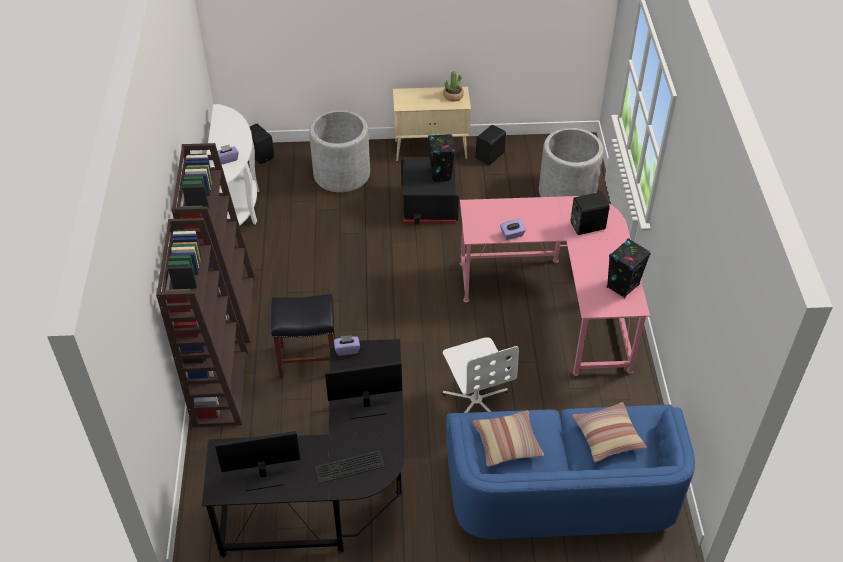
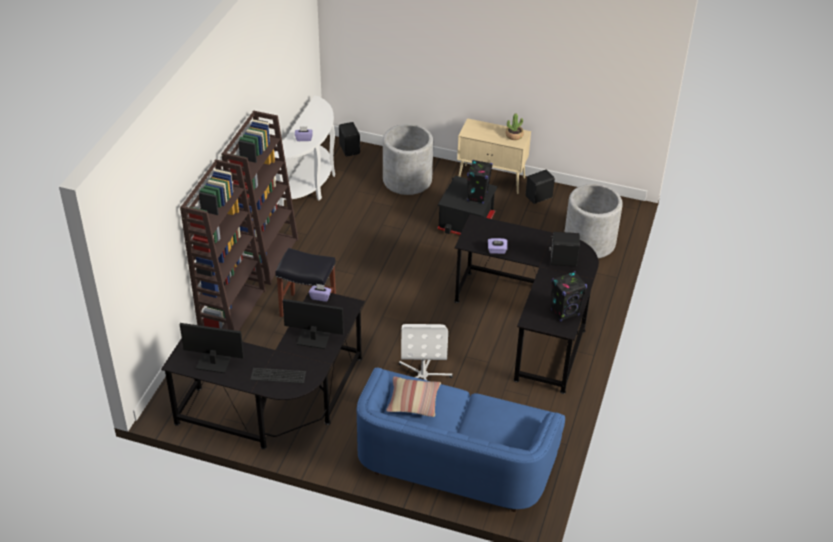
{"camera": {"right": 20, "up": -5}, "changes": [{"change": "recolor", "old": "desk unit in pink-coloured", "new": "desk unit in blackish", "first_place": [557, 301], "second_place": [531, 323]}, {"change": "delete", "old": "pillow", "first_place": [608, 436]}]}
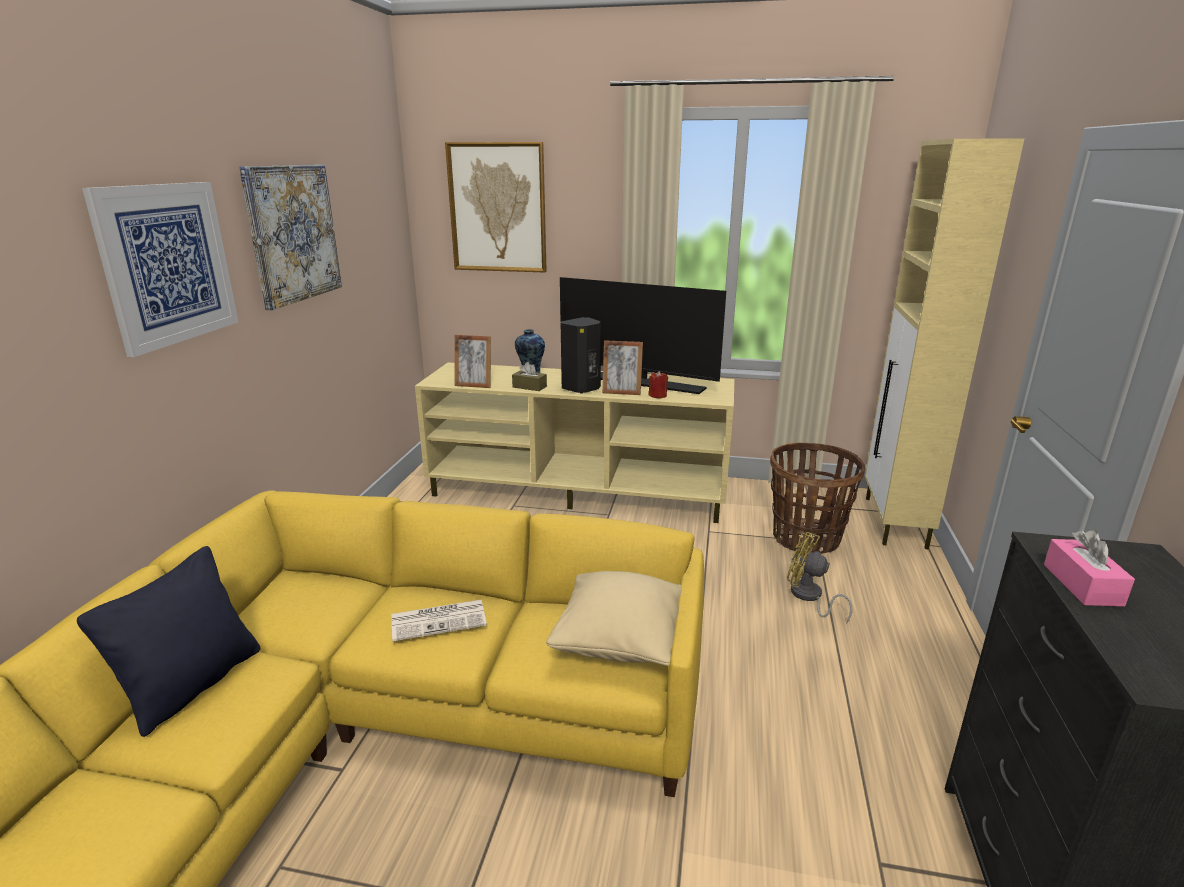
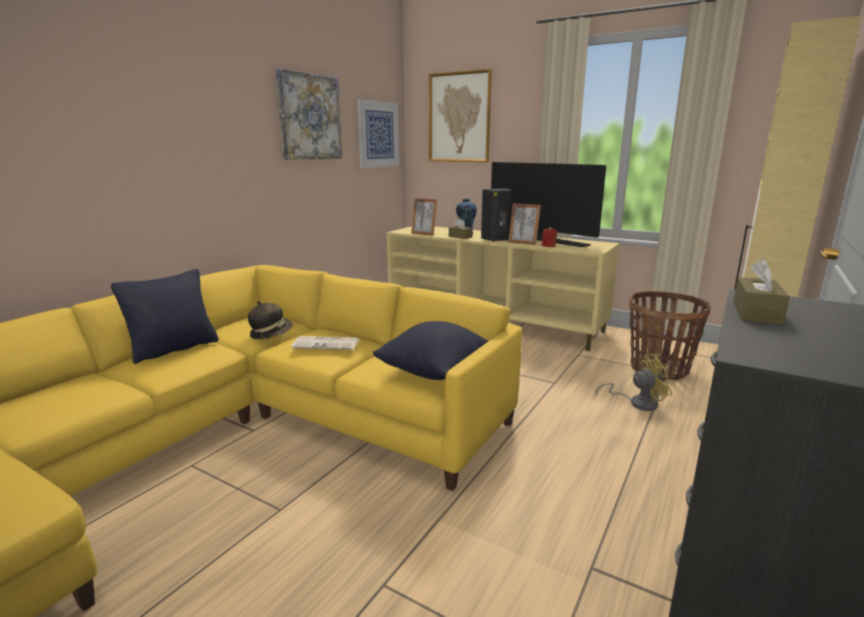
{"camera": {"right": 20, "up": -5}, "changes": [{"change": "move", "old": "wall picture", "first_place": [167, 264], "second_place": [378, 134]}, {"change": "recolor", "old": "box of tissues in pink-coloured", "new": "box of tissues in brown", "first_place": [1082, 584], "second_place": [756, 313]}, {"change": "rotate", "old": "fan in yellowish", "first_place": [809, 597], "second_place": [637, 403], "degrees": 120}, {"change": "recolor", "old": "pillow in sand-coloured", "new": "pillow in blackish", "first_place": [619, 642], "second_place": [434, 372]}, {"change": "insert", "new": "clothing hat", "second_place": [271, 334]}]}
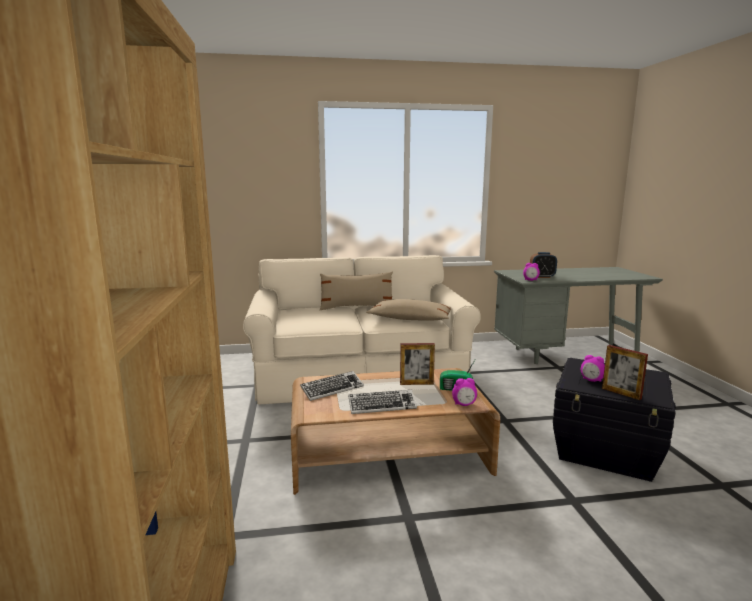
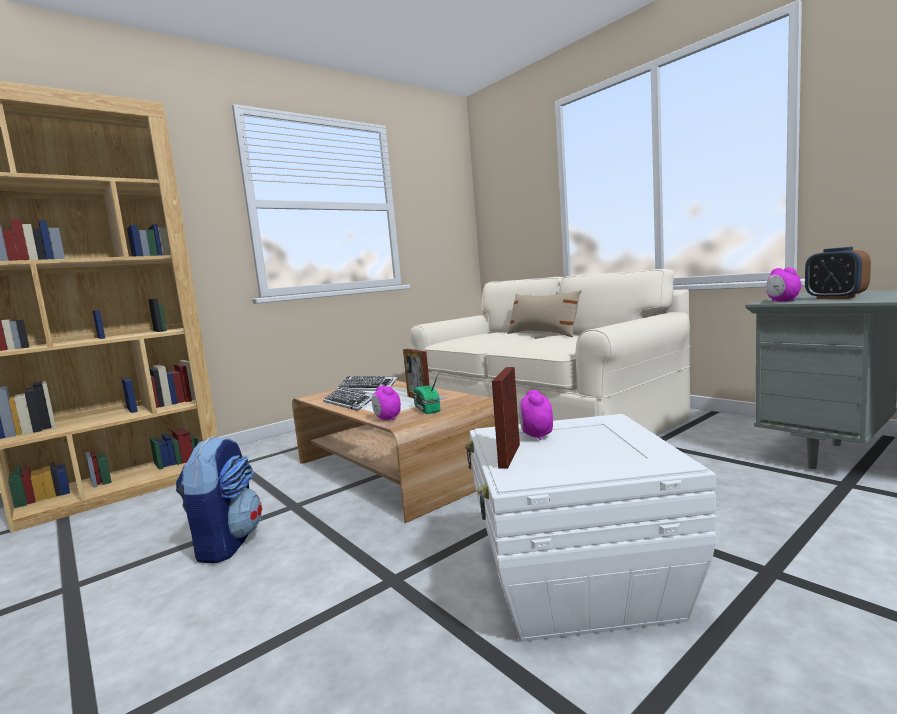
{"camera": {"right": 60, "up": -5}, "changes": [{"change": "delete", "old": "pillow in sand-coloured", "first_place": [410, 319]}, {"change": "recolor", "old": "storage container in blackish", "new": "storage container in white-coloured", "first_place": [607, 450], "second_place": [577, 582]}, {"change": "insert", "new": "rucksack", "second_place": [226, 543]}]}
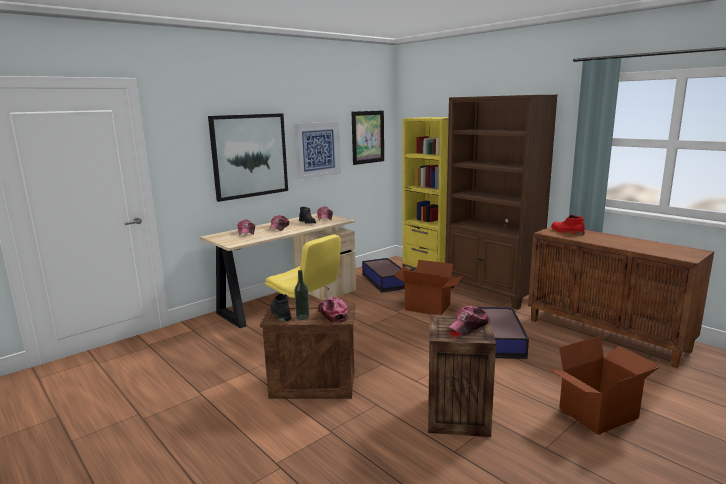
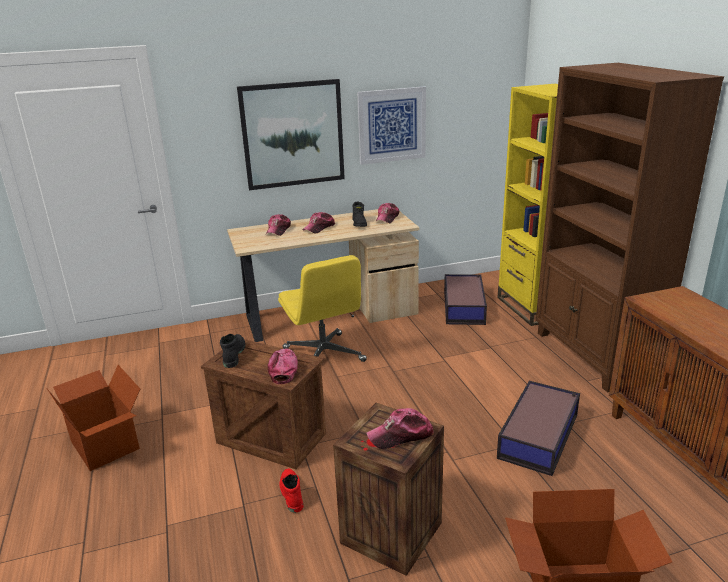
{"camera": {"right": 25, "up": 10}, "changes": [{"change": "delete", "old": "wall picture", "first_place": [368, 137]}, {"change": "move", "old": "high-top boot in reddish", "first_place": [566, 231], "second_place": [291, 493]}, {"change": "move", "old": "packing box", "first_place": [428, 307], "second_place": [106, 444]}, {"change": "delete", "old": "bottle", "first_place": [302, 317]}]}
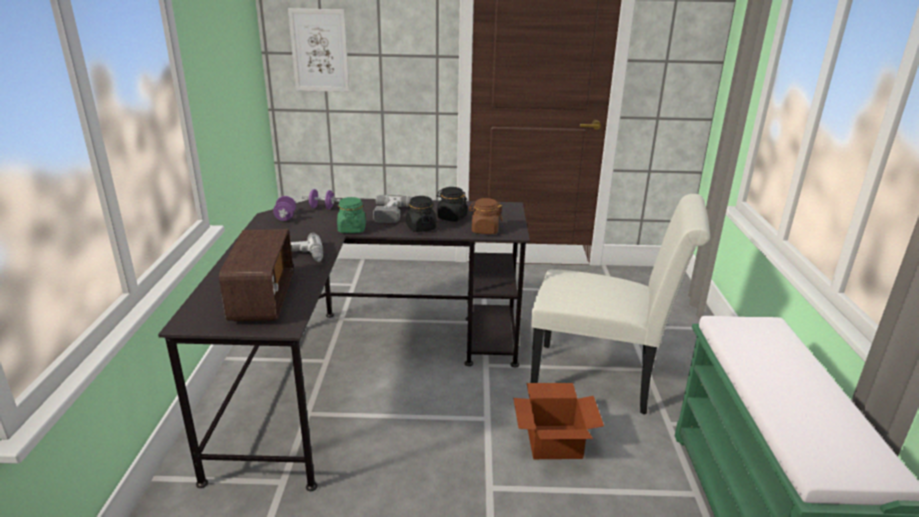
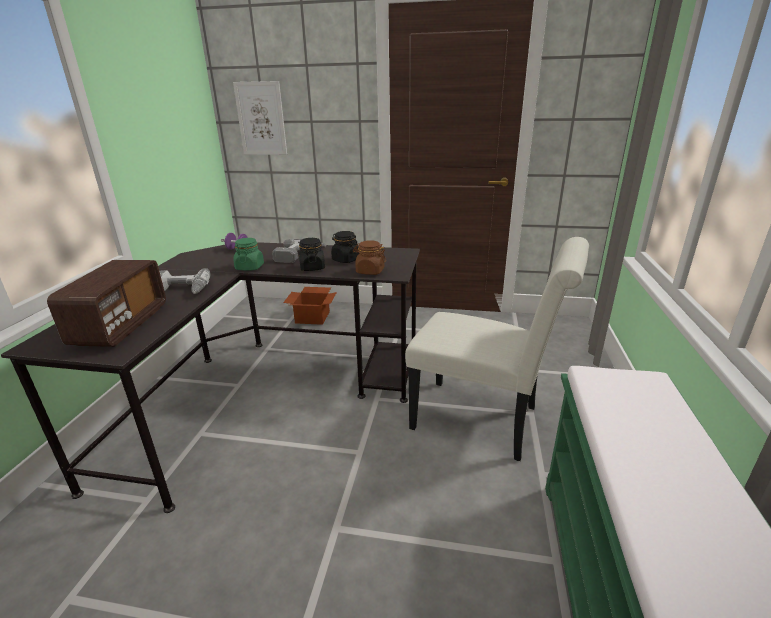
{"camera": {"right": 10, "up": 0}, "changes": [{"change": "delete", "old": "free weight in purple-coloured", "first_place": [285, 217]}, {"change": "move", "old": "packing box", "first_place": [554, 440], "second_place": [313, 317]}]}
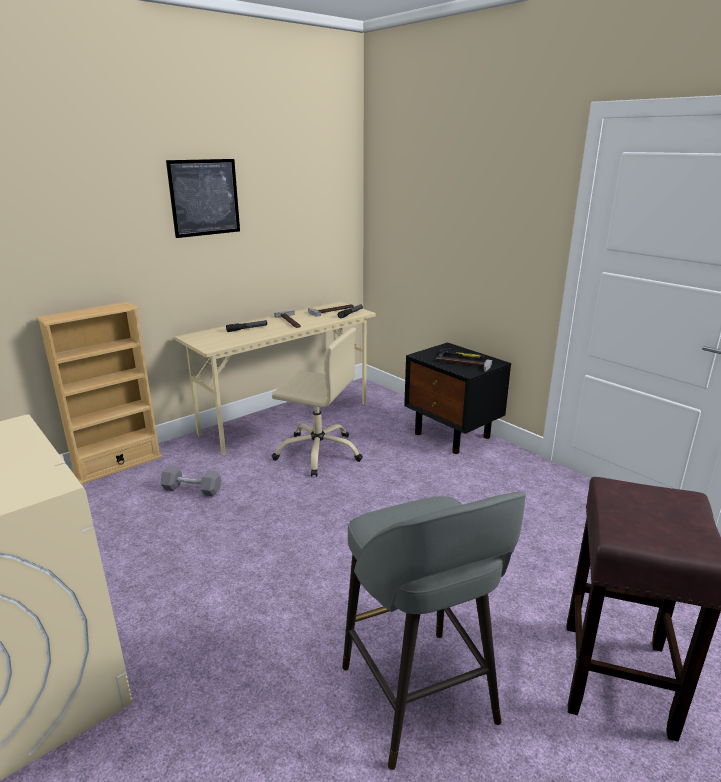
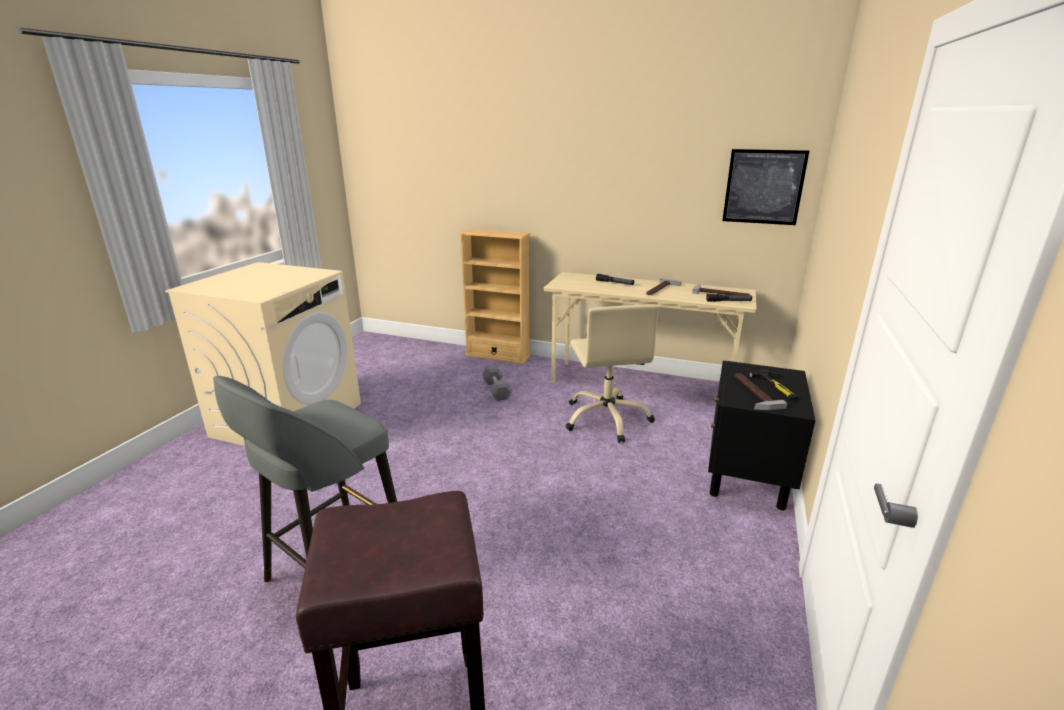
{"camera": {"right": 60, "up": 0}, "changes": [{"change": "move", "old": "wall picture", "first_place": [204, 197], "second_place": [763, 187]}]}
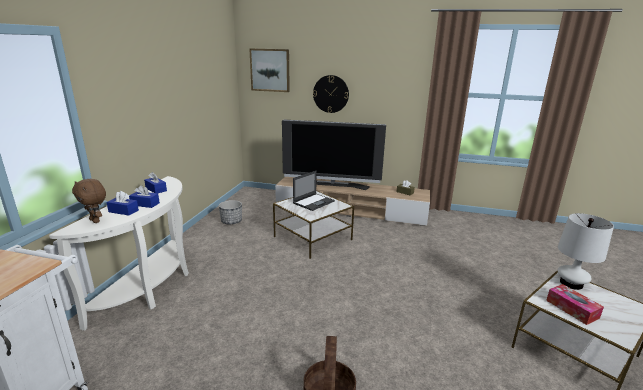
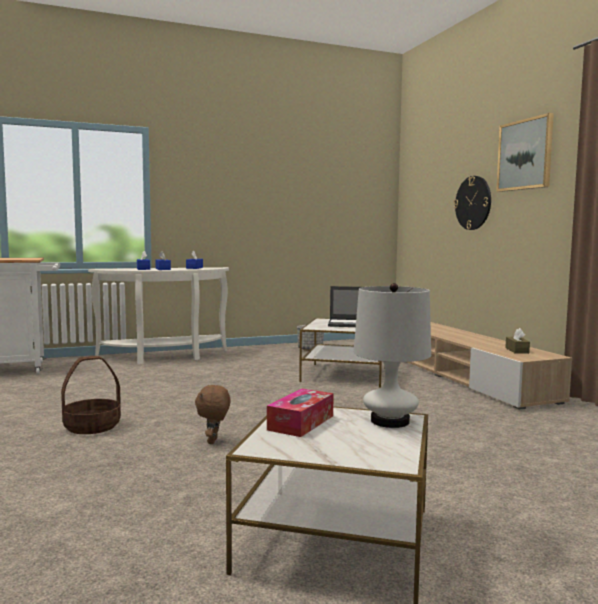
{"camera": {"right": 55, "up": -15}, "changes": [{"change": "move", "old": "wall picture", "first_place": [270, 70], "second_place": [525, 155]}, {"change": "delete", "old": "TV set", "first_place": [332, 185]}, {"change": "move", "old": "soft toy in brown", "first_place": [96, 221], "second_place": [213, 441]}]}
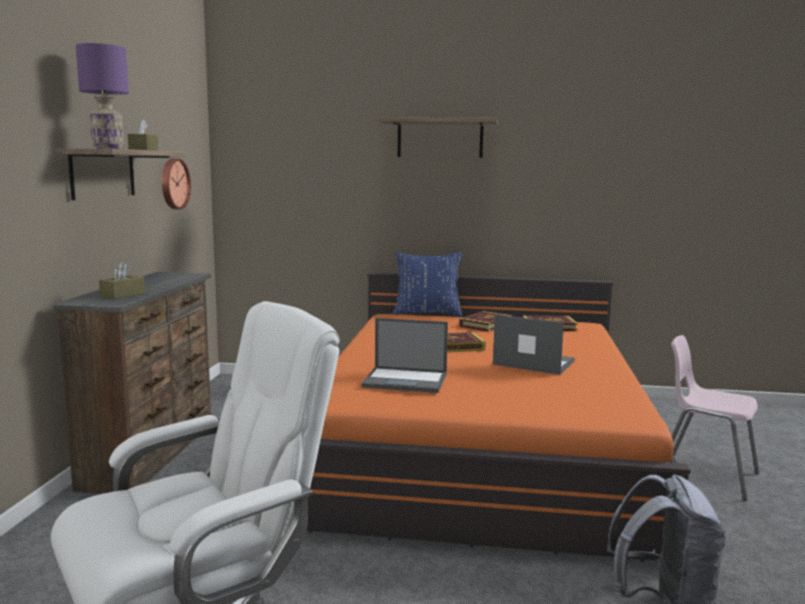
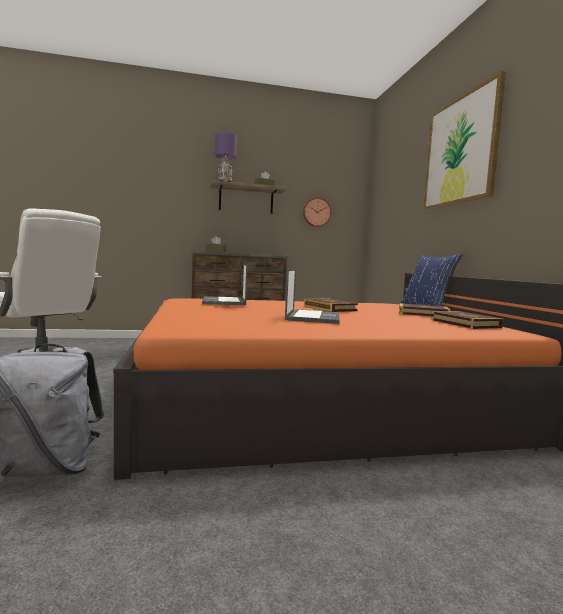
{"camera": {"right": 70, "up": -5}, "changes": [{"change": "replace", "old": "shelf", "new": "wall picture", "first_place": [440, 138], "second_place": [461, 150]}, {"change": "delete", "old": "chair in pink-coloured", "first_place": [705, 474]}]}
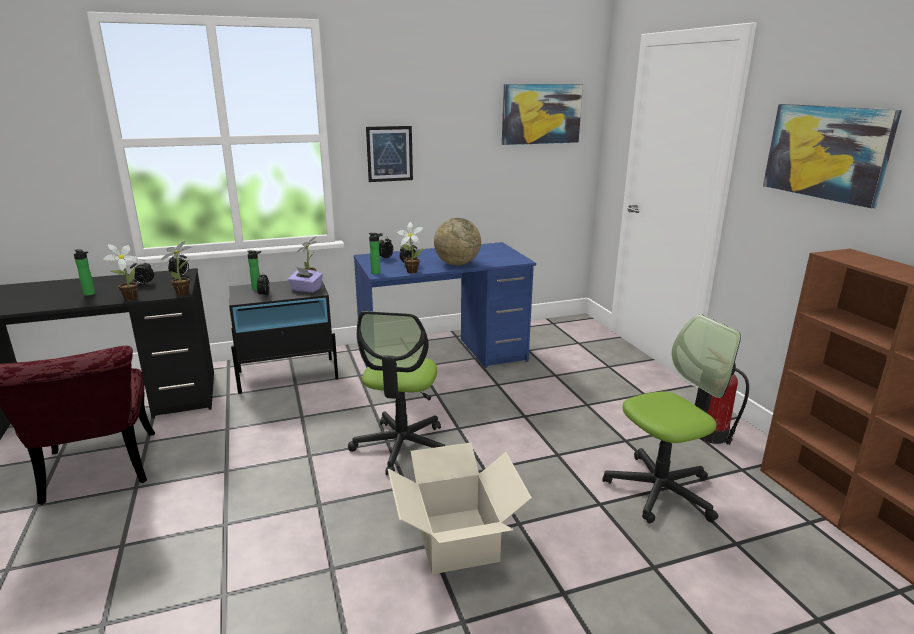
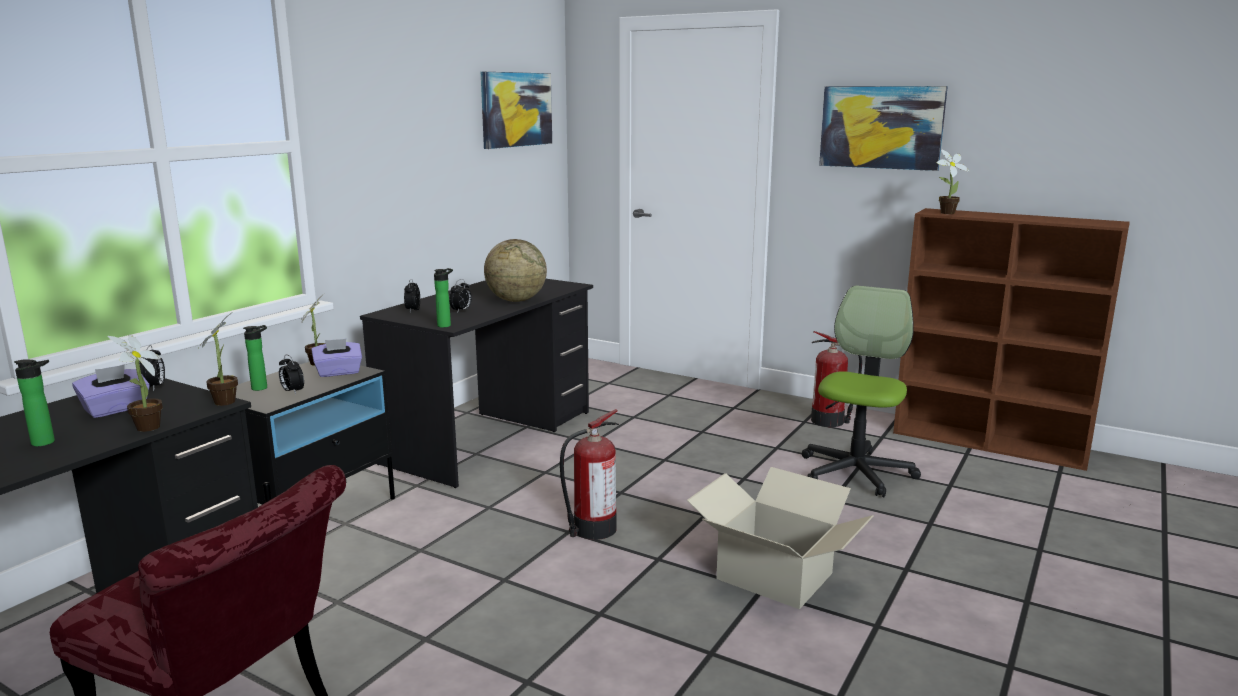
{"camera": {"right": -40, "up": -5}, "changes": [{"change": "delete", "old": "wall picture", "first_place": [389, 154]}, {"change": "move", "old": "plant in a pot", "first_place": [410, 271], "second_place": [945, 213]}, {"change": "recolor", "old": "desk unit in blue", "new": "desk unit in blackish", "first_place": [443, 358], "second_place": [490, 437]}, {"change": "replace", "old": "alarm clock", "new": "box of tissues in purple-coloured", "first_place": [144, 284], "second_place": [116, 409]}, {"change": "replace", "old": "desk chair", "new": "fire extinguisher", "first_place": [401, 446], "second_place": [592, 529]}]}
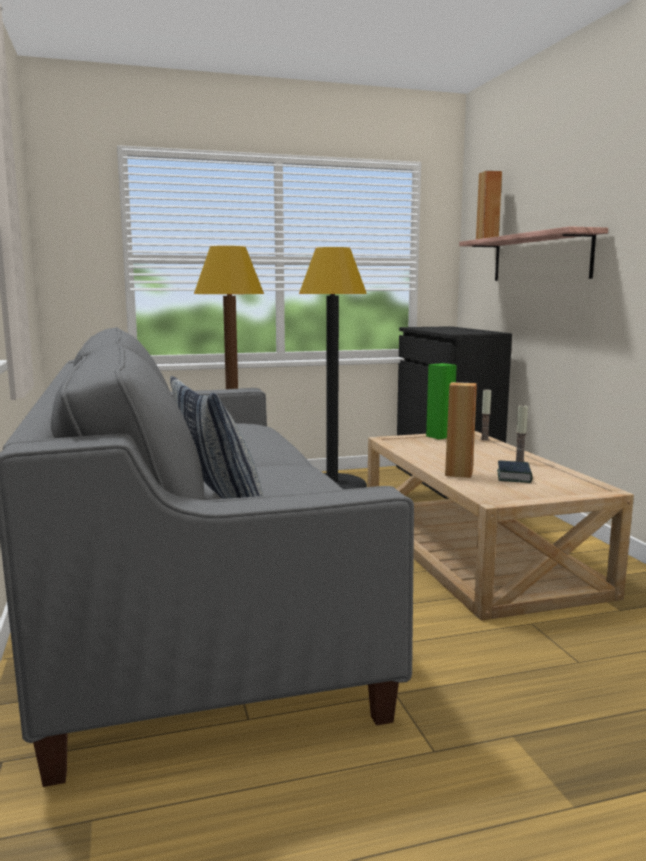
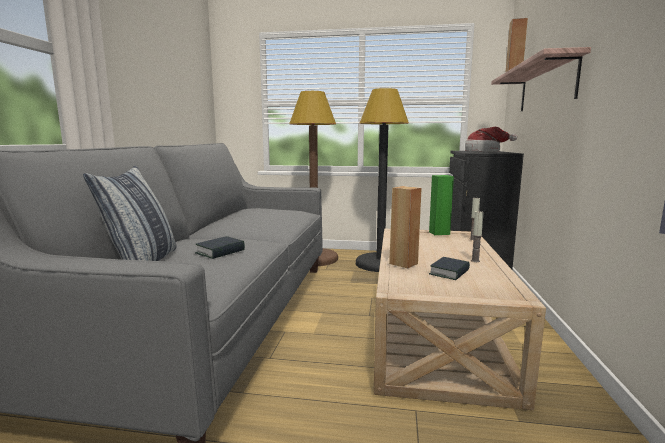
{"camera": {"right": 25, "up": 0}, "changes": [{"change": "insert", "new": "clothing hat", "second_place": [485, 151]}, {"change": "insert", "new": "book", "second_place": [220, 252]}]}
